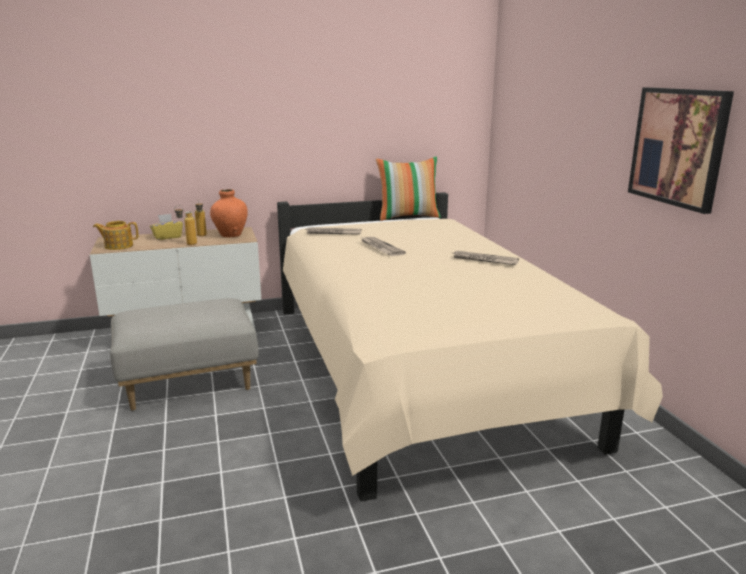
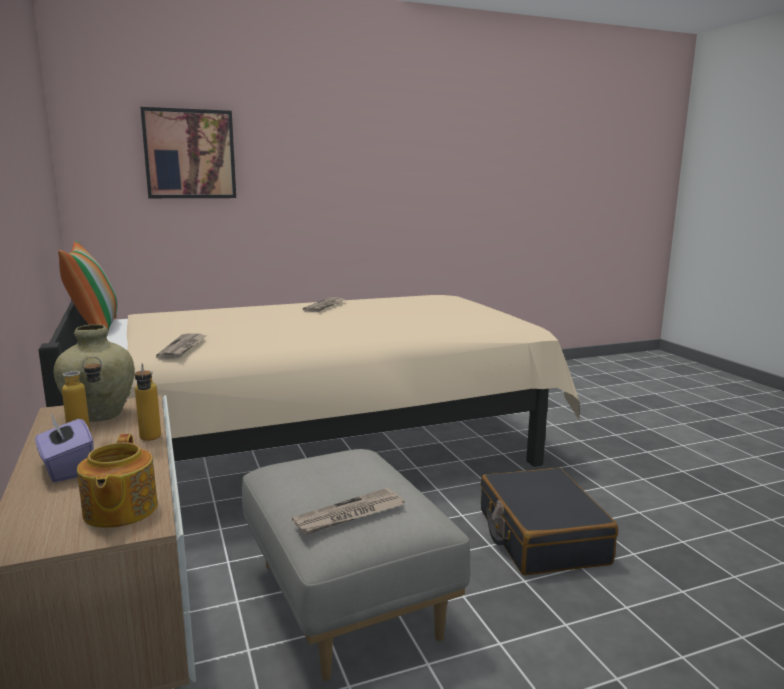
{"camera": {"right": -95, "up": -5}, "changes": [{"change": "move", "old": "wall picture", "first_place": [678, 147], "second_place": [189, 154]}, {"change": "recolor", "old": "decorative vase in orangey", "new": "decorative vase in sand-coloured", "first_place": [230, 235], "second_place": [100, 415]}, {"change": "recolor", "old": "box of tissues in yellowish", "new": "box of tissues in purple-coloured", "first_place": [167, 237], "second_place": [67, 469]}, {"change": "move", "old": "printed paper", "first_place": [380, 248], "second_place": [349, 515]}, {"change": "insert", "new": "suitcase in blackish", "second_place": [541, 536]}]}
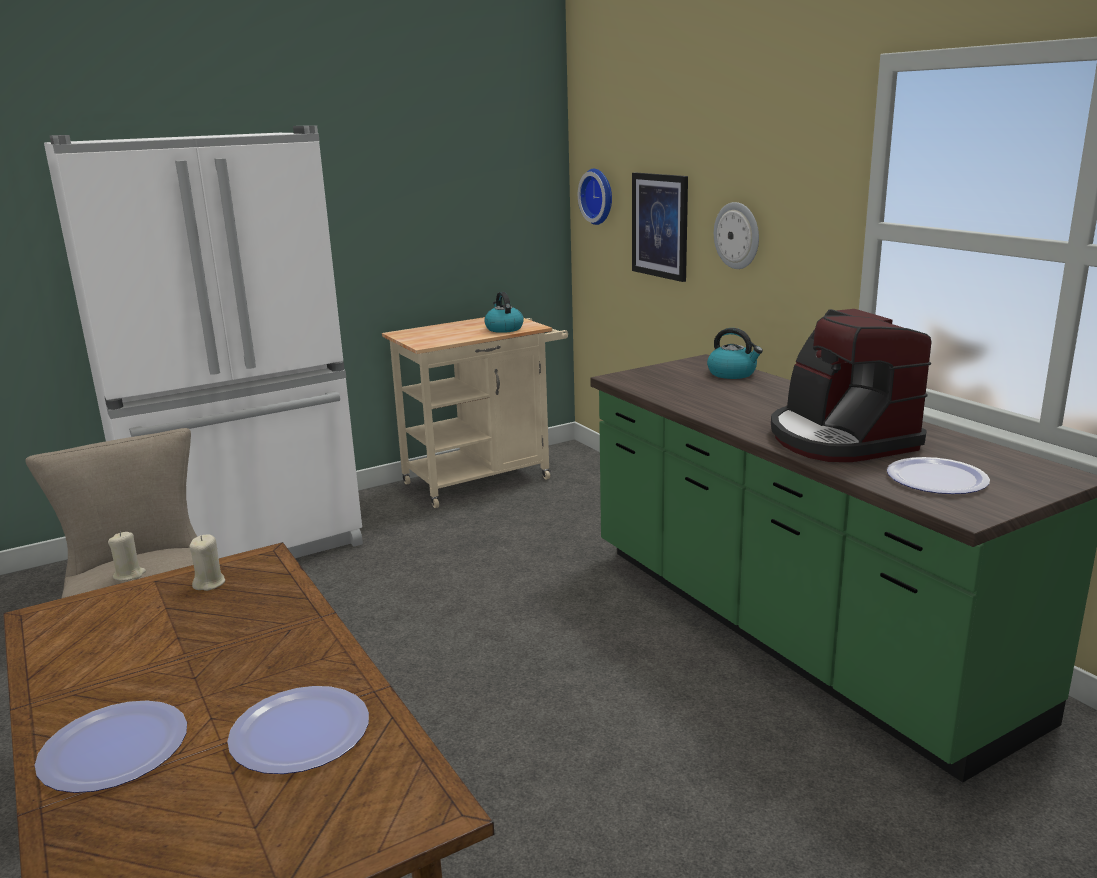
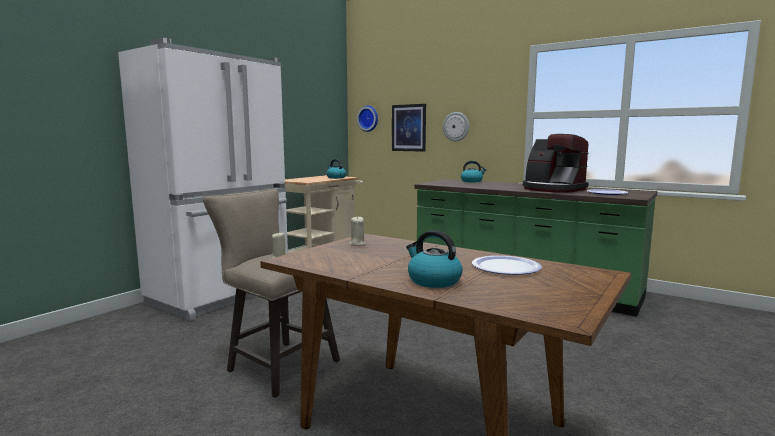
{"camera": {"right": -25, "up": -10}, "changes": [{"change": "replace", "old": "dinner plate", "new": "water kettle", "first_place": [114, 749], "second_place": [433, 281]}]}
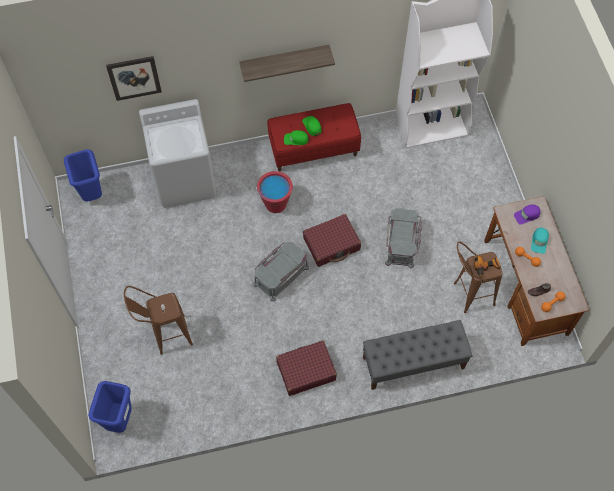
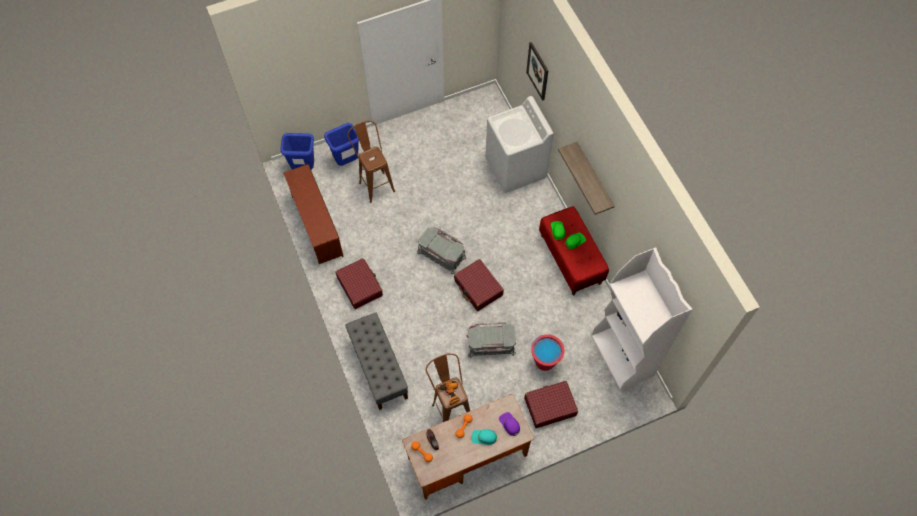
{"camera": {"right": 80, "up": 0}, "changes": [{"change": "move", "old": "rubbish bin in blue", "first_place": [92, 194], "second_place": [346, 161]}, {"change": "move", "old": "water bucket in reddish", "first_place": [275, 204], "second_place": [544, 361]}, {"change": "insert", "new": "shoe stand in brown", "second_place": [316, 225]}, {"change": "insert", "new": "suitcase in reddish", "second_place": [549, 406]}]}
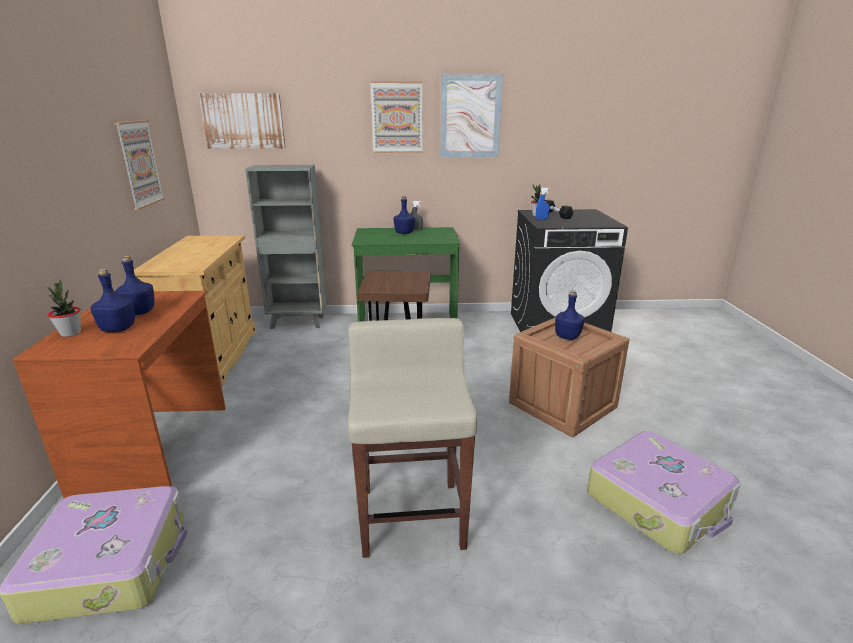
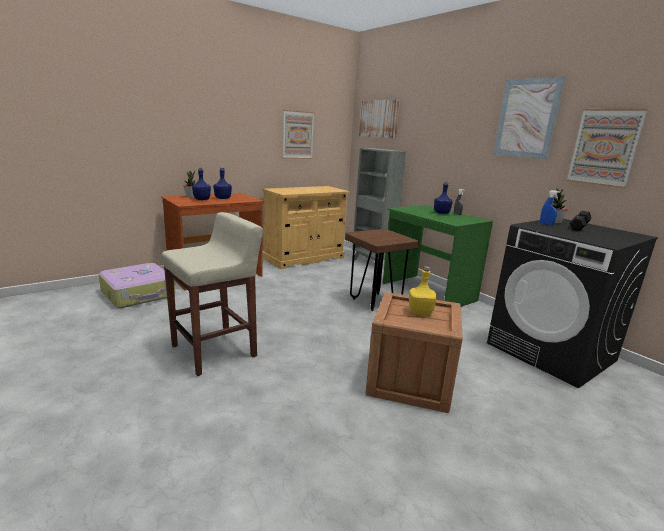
{"camera": {"right": 55, "up": -5}, "changes": [{"change": "move", "old": "wall picture", "first_place": [397, 117], "second_place": [604, 147]}, {"change": "recolor", "old": "bottle in blue", "new": "bottle in yellowish", "first_place": [568, 337], "second_place": [420, 313]}, {"change": "delete", "old": "suitcase", "first_place": [659, 502]}]}
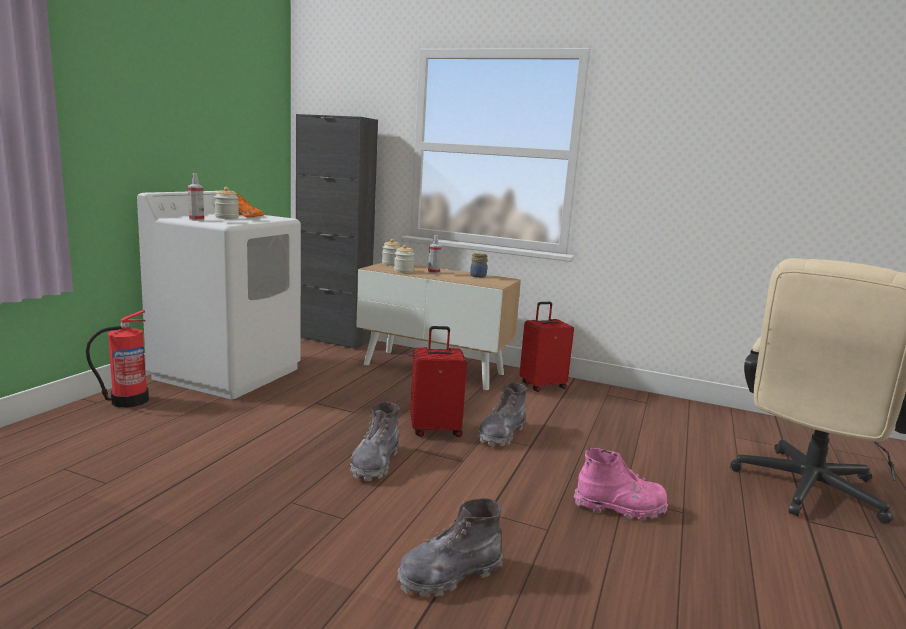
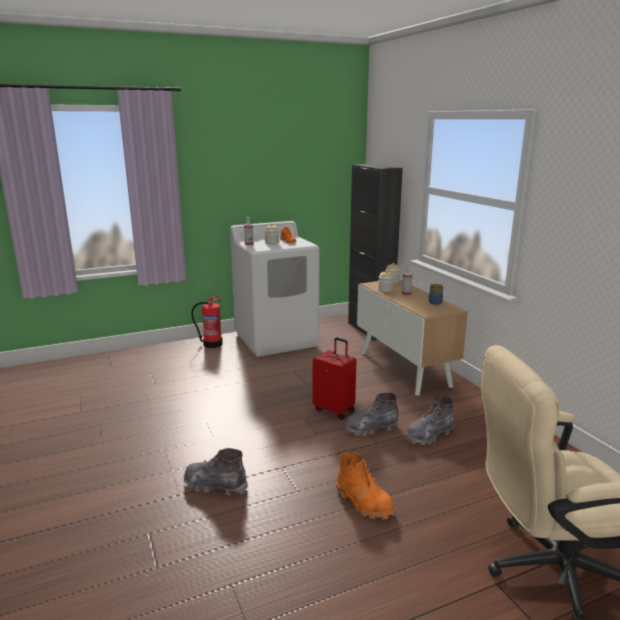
{"camera": {"right": 45, "up": 5}, "changes": [{"change": "delete", "old": "suitcase in reddish", "first_place": [542, 385]}, {"change": "move", "old": "high-top boot in greyish", "first_place": [375, 463], "second_place": [429, 435]}, {"change": "recolor", "old": "high-top boot in pink-coloured", "new": "high-top boot in orangey", "first_place": [620, 508], "second_place": [364, 502]}]}
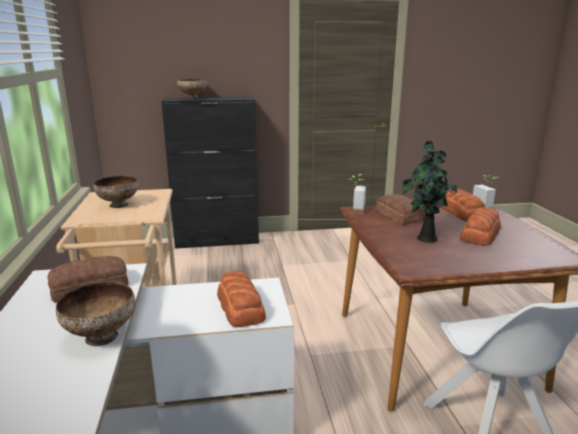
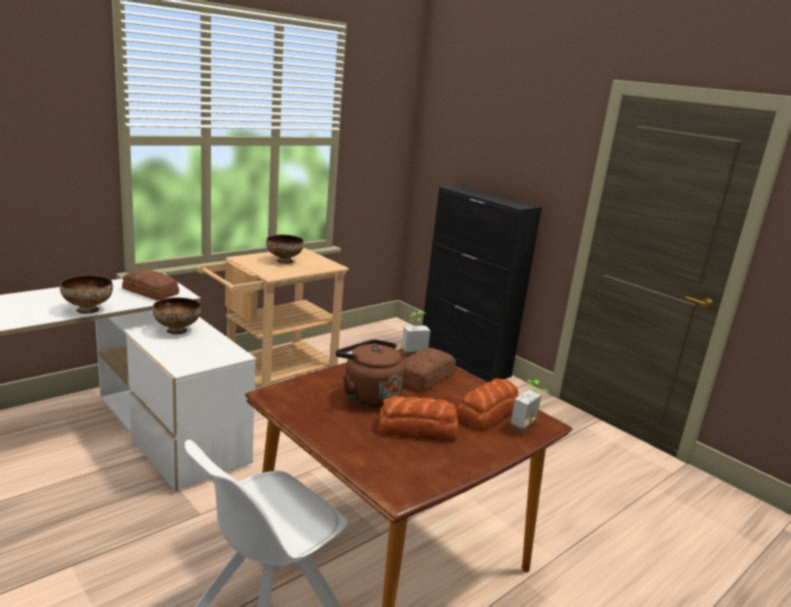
{"camera": {"right": 55, "up": 0}, "changes": [{"change": "move", "old": "bowl", "first_place": [193, 98], "second_place": [177, 331]}, {"change": "replace", "old": "plant in a pot", "new": "water kettle in brown", "first_place": [425, 238], "second_place": [368, 396]}, {"change": "delete", "old": "bakery bread", "first_place": [240, 307]}]}
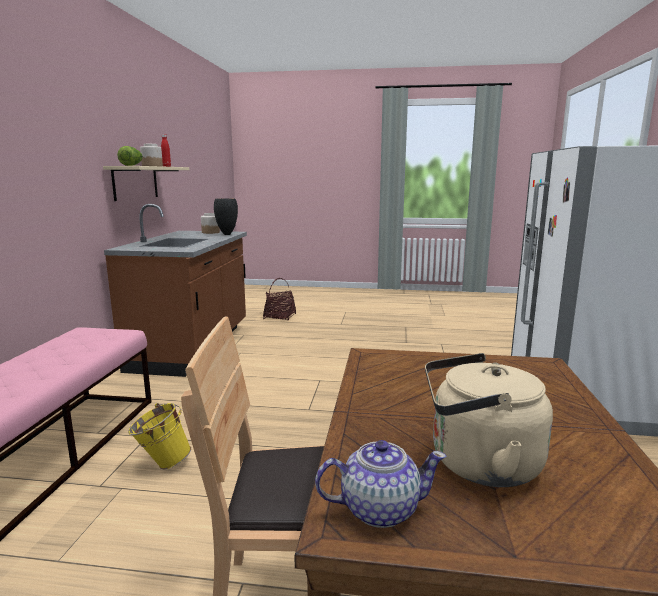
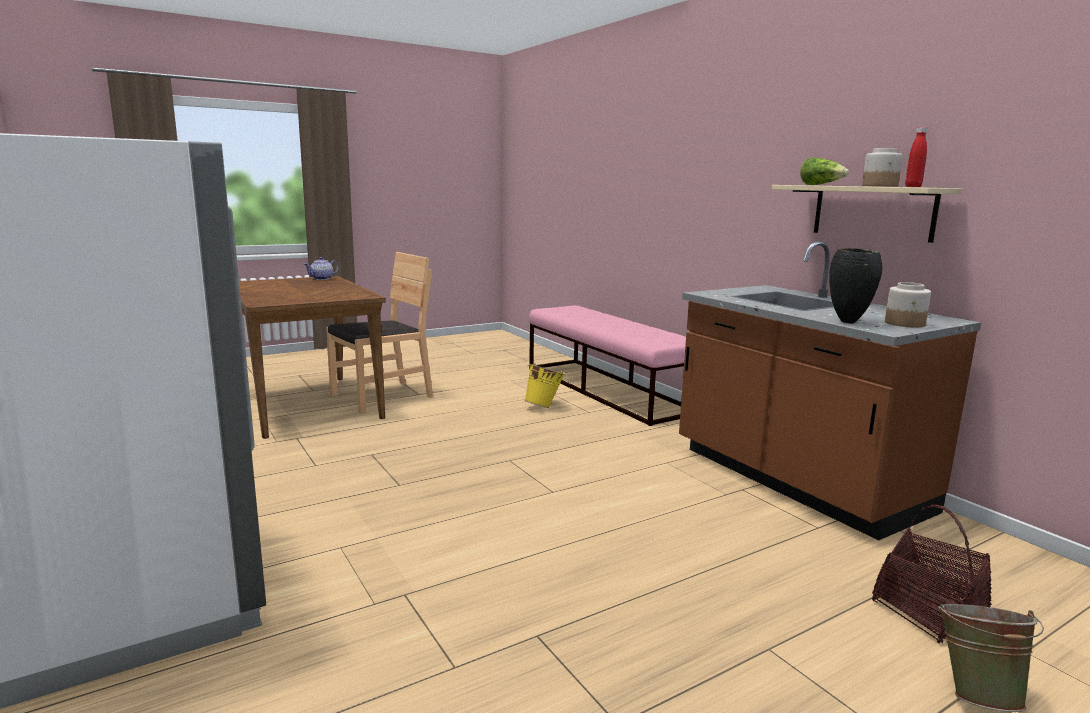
{"camera": {"right": 140, "up": 0}, "changes": [{"change": "delete", "old": "water kettle in sand-coloured", "first_place": [478, 464]}, {"change": "insert", "new": "water bucket in greenish", "second_place": [976, 693]}]}
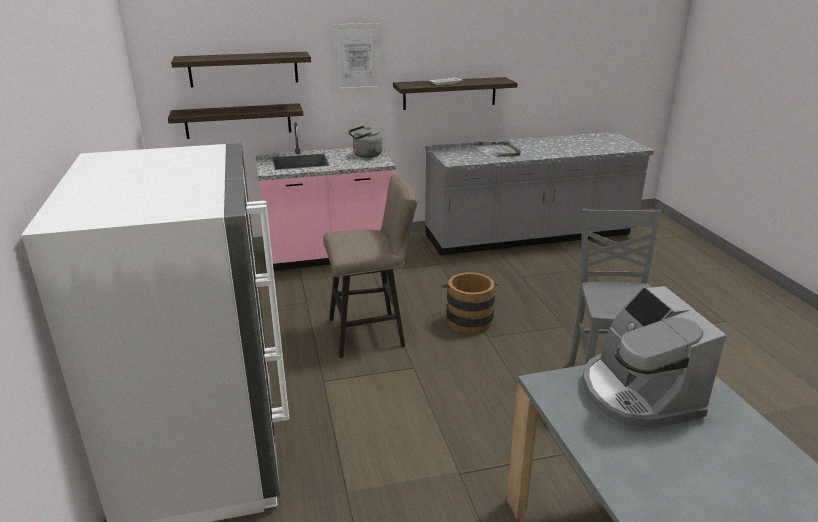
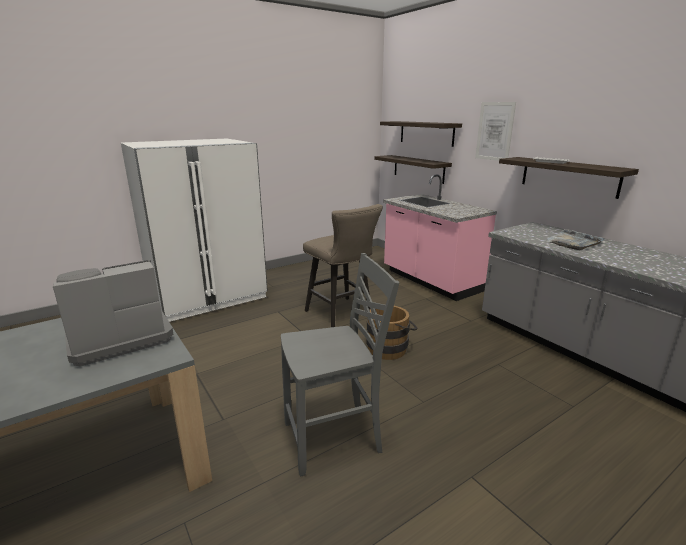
{"camera": {"right": 70, "up": -5}, "changes": [{"change": "delete", "old": "water kettle in greyish", "first_place": [365, 155]}]}
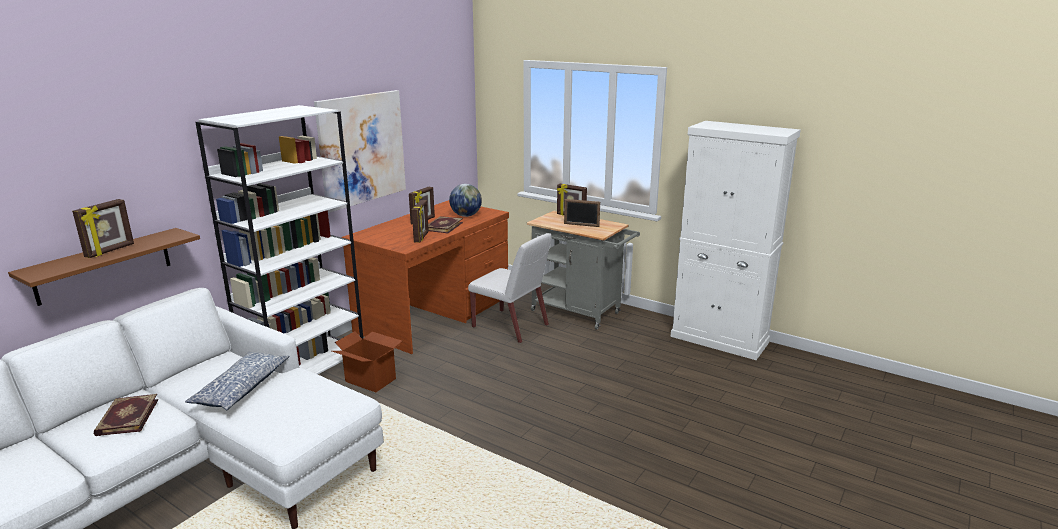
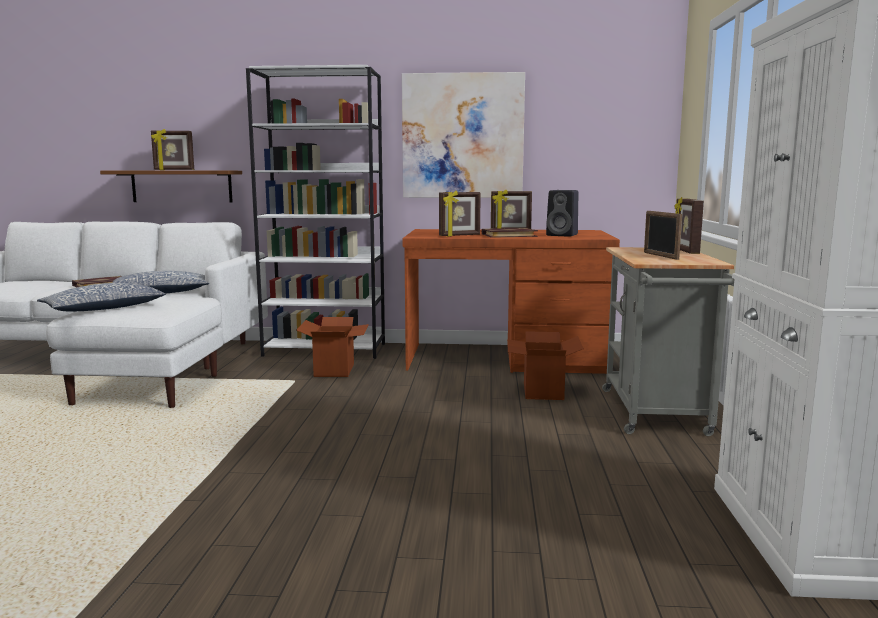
{"camera": {"right": 60, "up": -10}, "changes": [{"change": "replace", "old": "world globe", "new": "loudspeaker in blackish", "first_place": [466, 215], "second_place": [563, 235]}, {"change": "replace", "old": "chair in white-coloured", "new": "packing box", "first_place": [511, 326], "second_place": [542, 391]}, {"change": "insert", "new": "pillow", "second_place": [105, 309]}]}
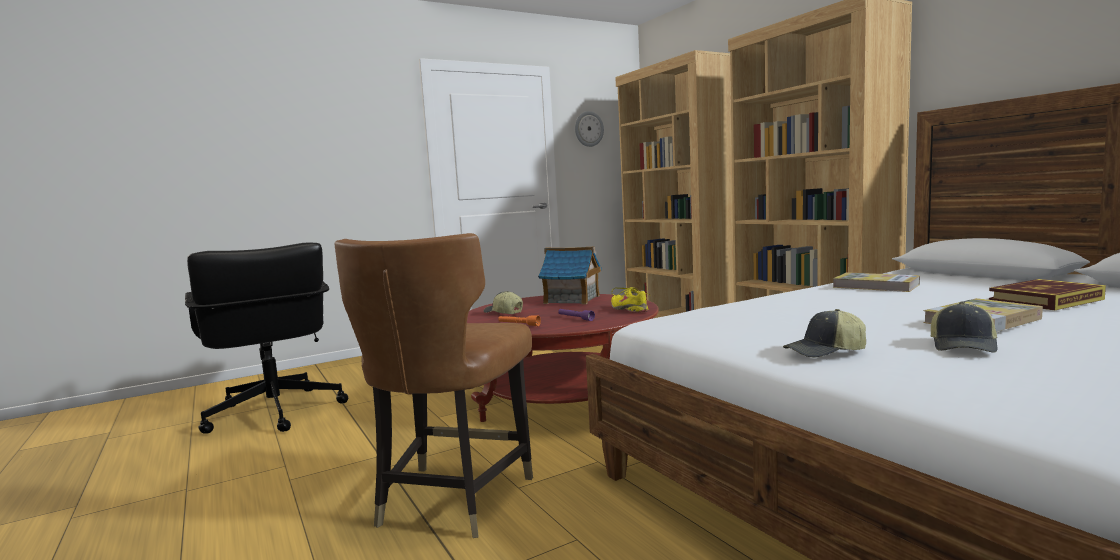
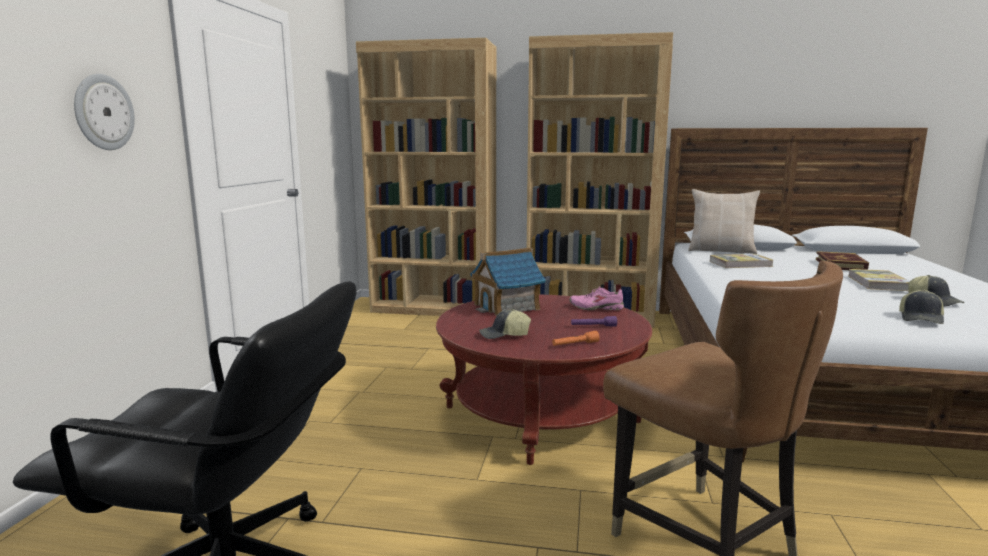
{"camera": {"right": -50, "up": 5}, "changes": [{"change": "move", "old": "clock on the wall", "first_place": [588, 129], "second_place": [103, 112]}, {"change": "recolor", "old": "low shoe in yellowish", "new": "low shoe in pink-coloured", "first_place": [629, 309], "second_place": [596, 308]}, {"change": "insert", "new": "pillow in sand-coloured", "second_place": [721, 250]}]}
